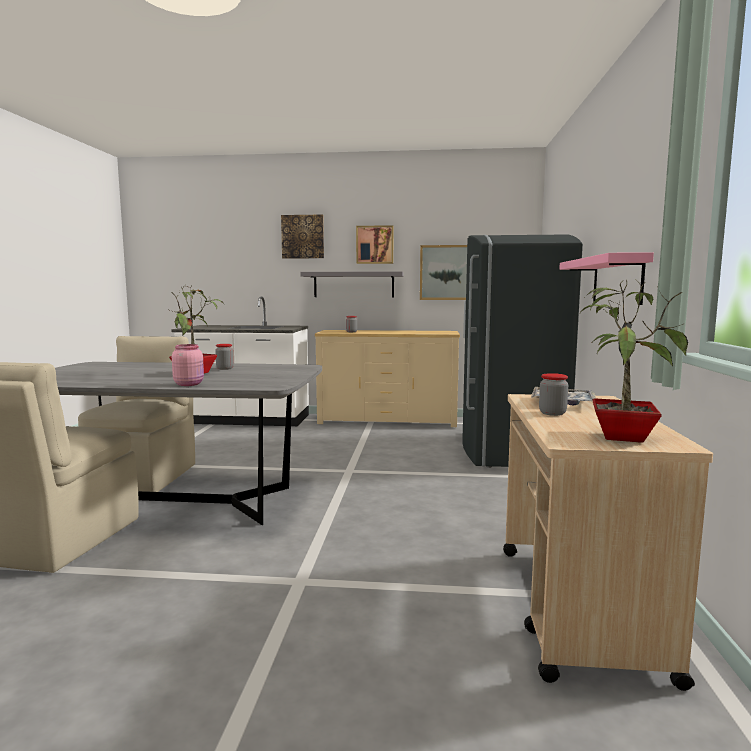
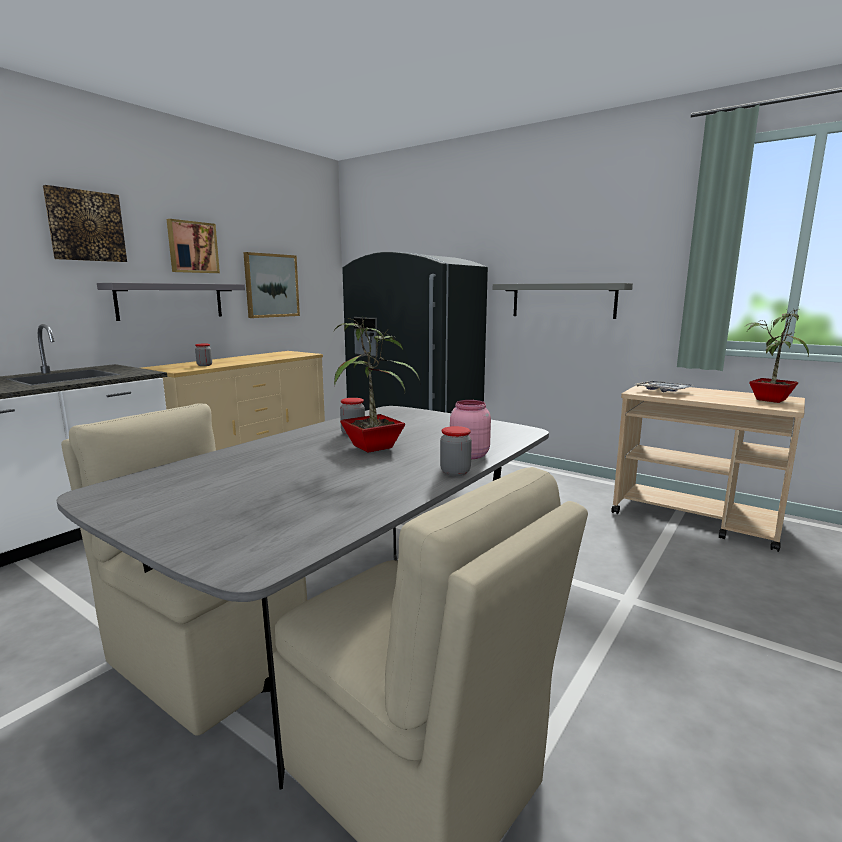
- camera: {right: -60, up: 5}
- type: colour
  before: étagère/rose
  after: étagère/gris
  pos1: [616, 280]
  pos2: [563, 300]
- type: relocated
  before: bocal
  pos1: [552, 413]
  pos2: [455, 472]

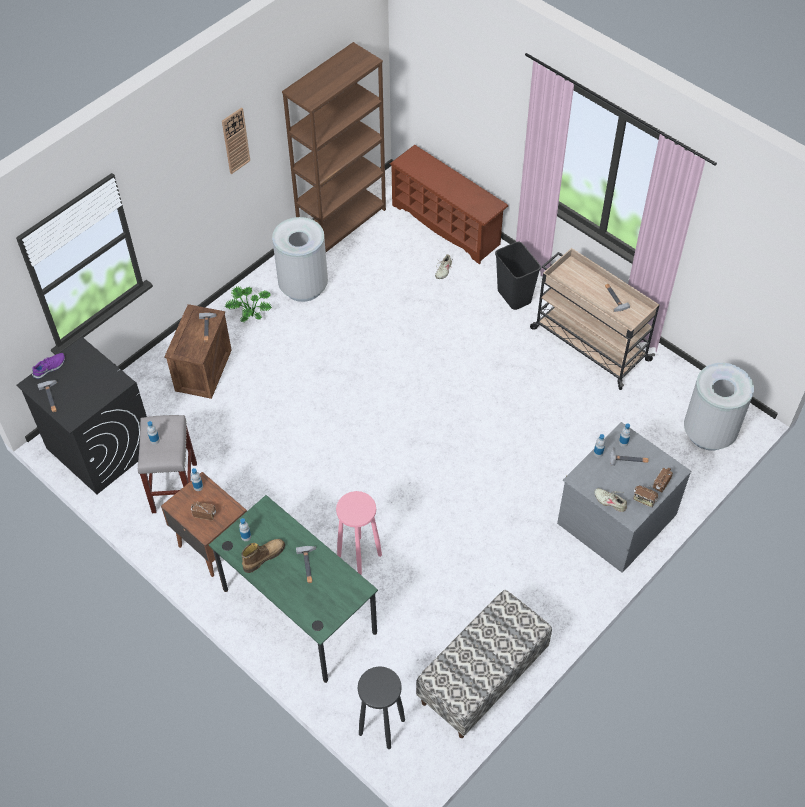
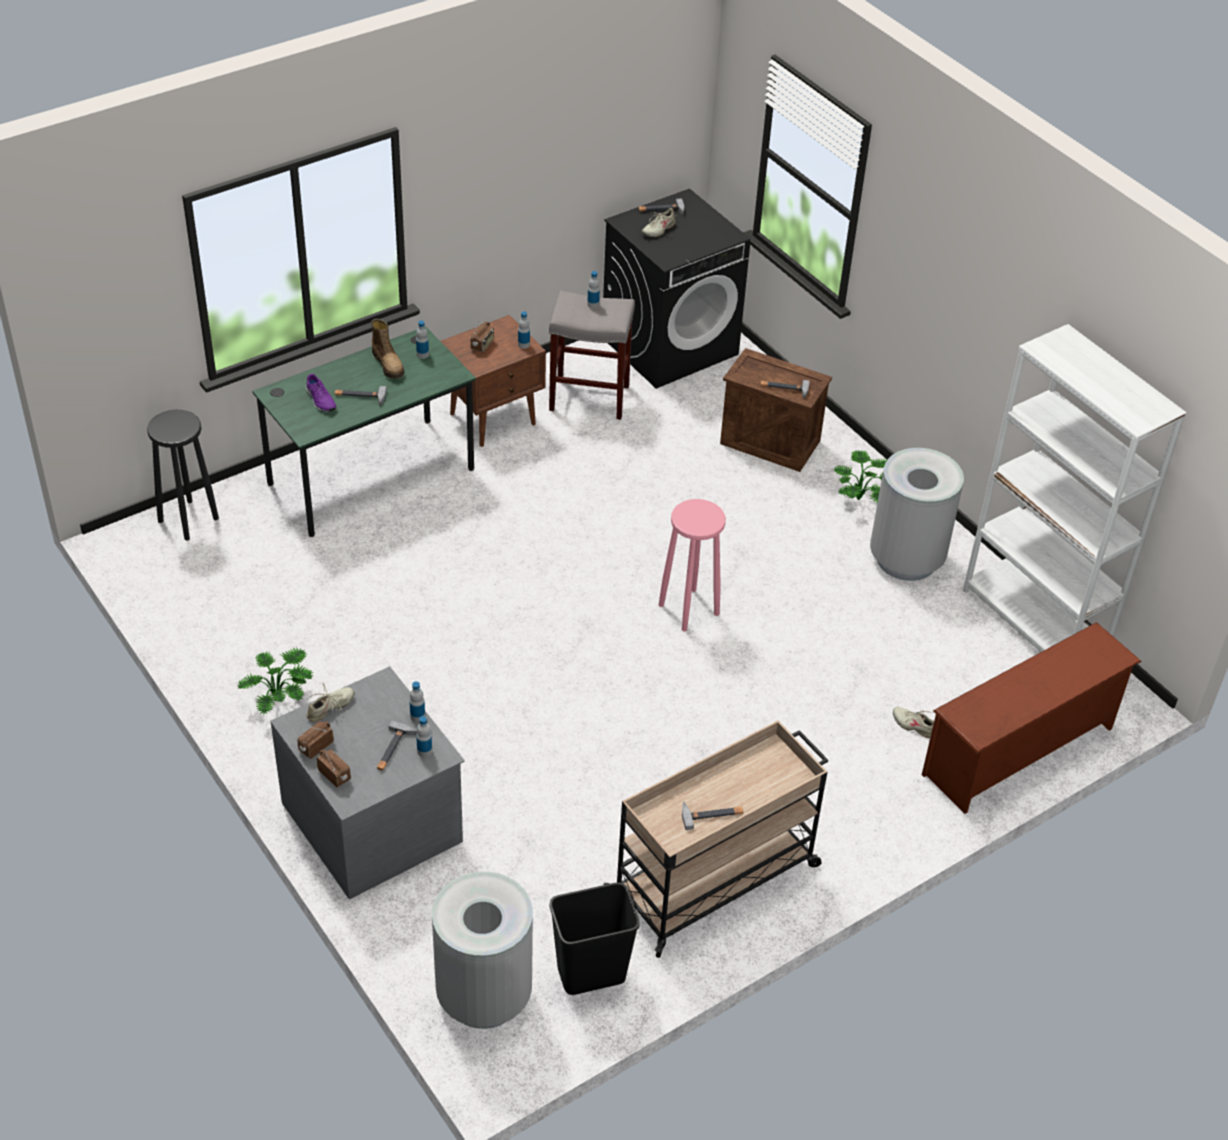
- camera: {right: 100, up: -10}
- type: colour
  before: bibliothèque/marron
  after: bibliothèque/blanc
  pos1: [342, 224]
  pos2: [1034, 623]
- type: missing
  before: horloge murale
  pos1: [235, 140]
- type: relocated
  before: poubelle/noir
  pos1: [514, 296]
  pos2: [591, 974]
- type: relocated
  before: chaussure/violet
  pos1: [50, 368]
  pos2: [320, 400]
- type: relocated
  before: tabouret/rose
  pos1: [359, 555]
  pos2: [689, 609]
- type: missing
  before: banc
  pos1: [482, 678]
- type: appeared
  after: chaussure/beige
  pos2: [658, 229]
- type: appeared
  after: plante en pot
  pos2: [280, 699]

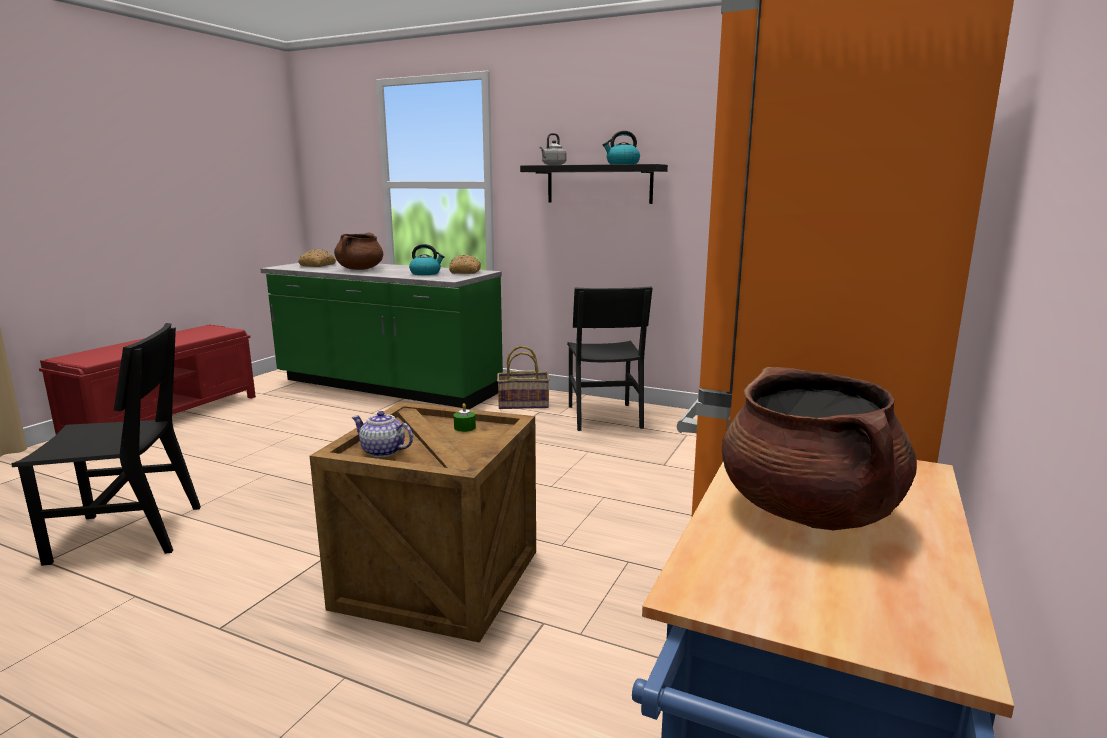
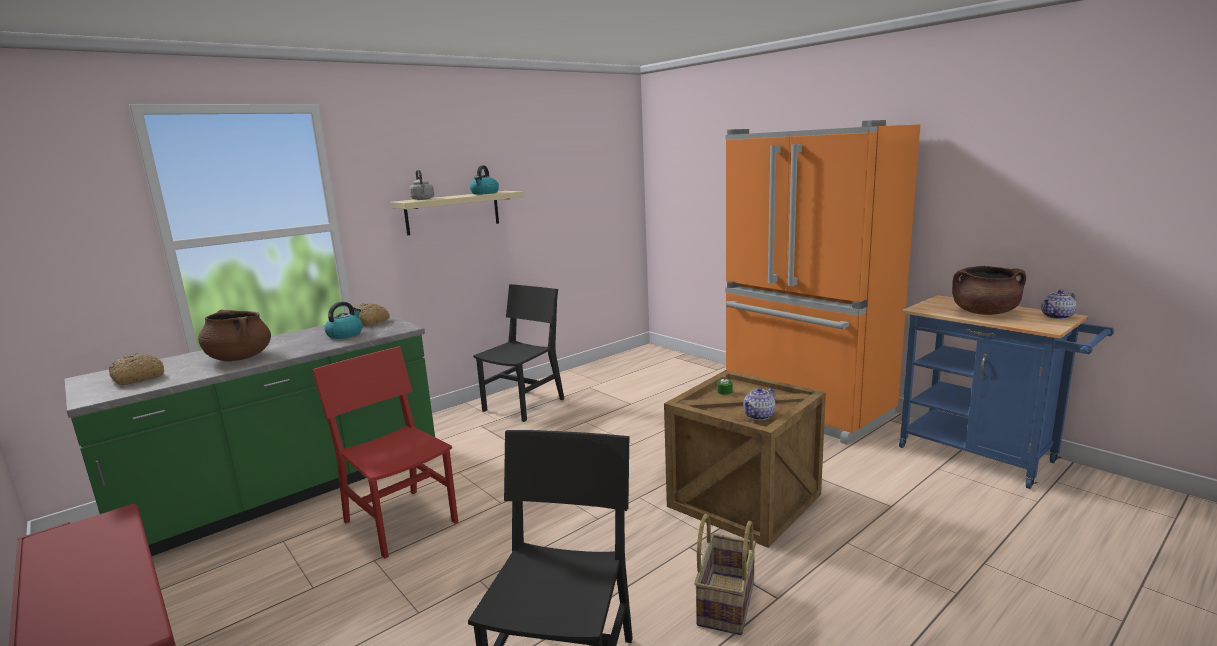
- camera: {right: -65, up: 0}
- type: colour
  before: étagère/noir
  after: étagère/beige
  pos1: [599, 184]
  pos2: [453, 212]
- type: spun
  before: chaise/noir
  pos1: [604, 416]
  pos2: [524, 405]
  turn: -75
- type: relocated
  before: panier
  pos1: [523, 404]
  pos2: [725, 602]
- type: appeared
  after: théière
  pos2: [1057, 316]
- type: appeared
  after: chaise/rouge
  pos2: [401, 521]

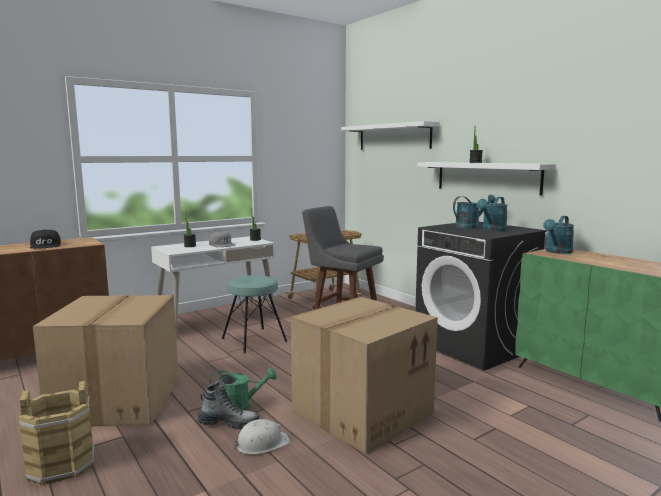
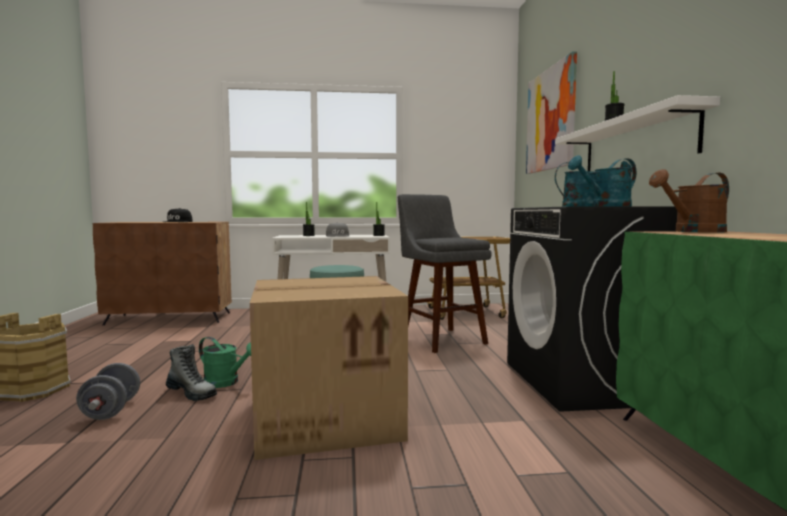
- camera: {right: 30, up: -5}
- type: exchanged
  before: étagère/blanc
  after: tableau
  pos1: [394, 137]
  pos2: [550, 119]
- type: colour
  before: arrosoir/turquoise
  after: arrosoir/marron
  pos1: [557, 252]
  pos2: [693, 231]
- type: missing
  before: carton
  pos1: [118, 401]
- type: missing
  before: casque de chantier/blanc
  pos1: [262, 443]
- type: appeared
  after: haltère/gris
  pos2: [111, 410]

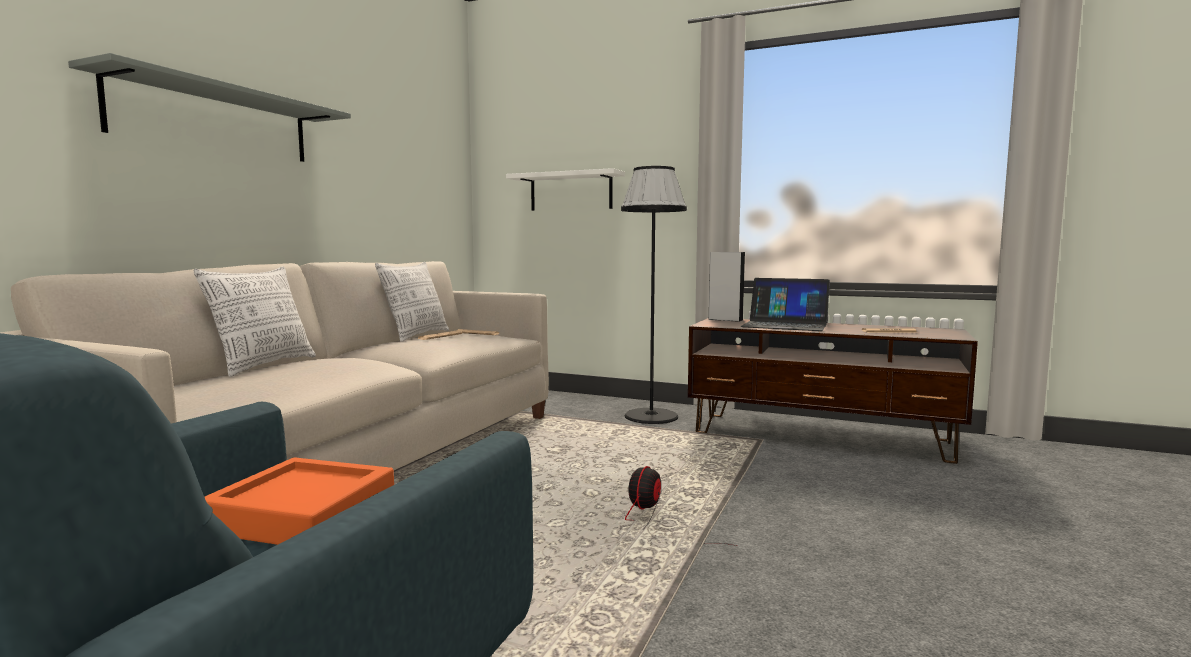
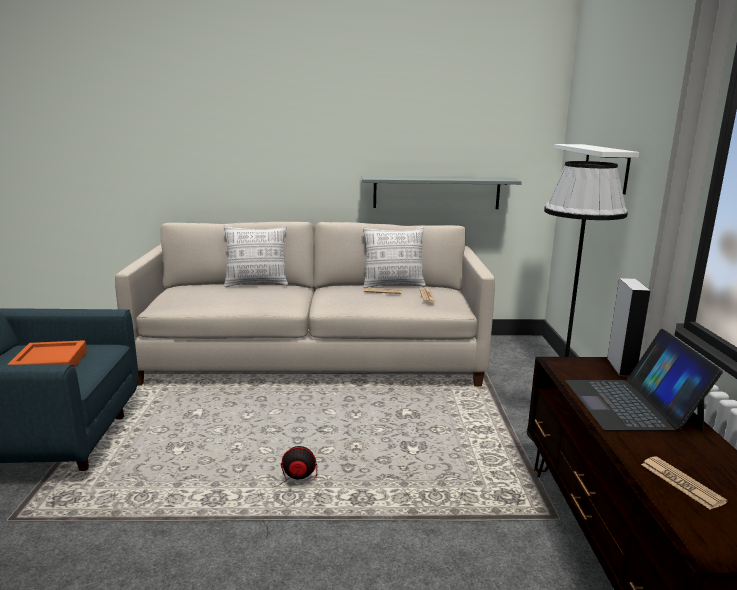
- camera: {right: 65, up: 10}
- type: relocated
  before: étagère/gris
  pos1: [215, 121]
  pos2: [436, 192]

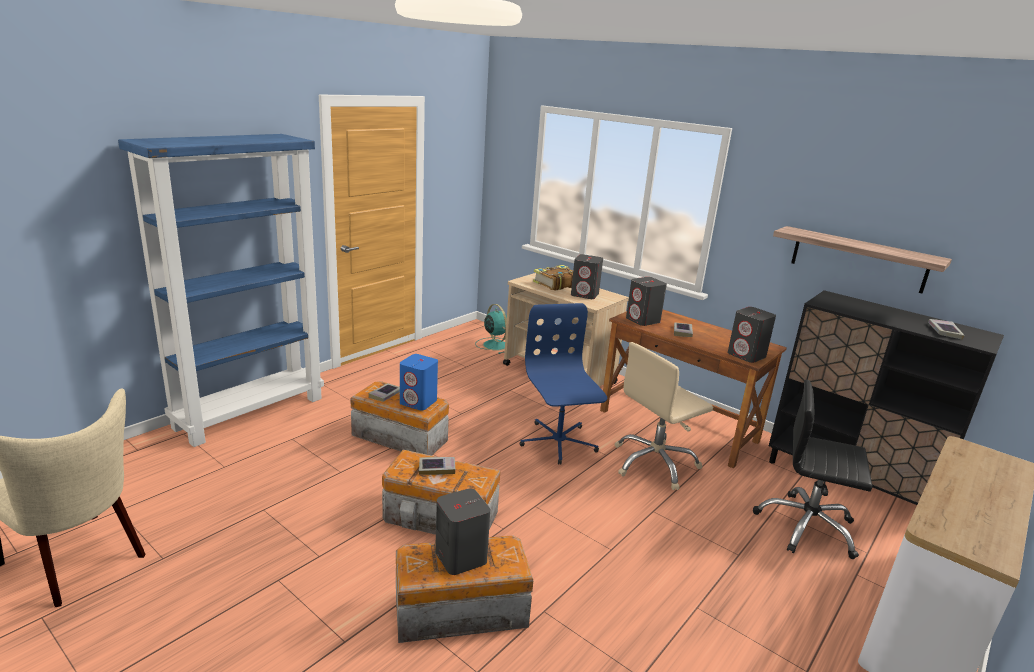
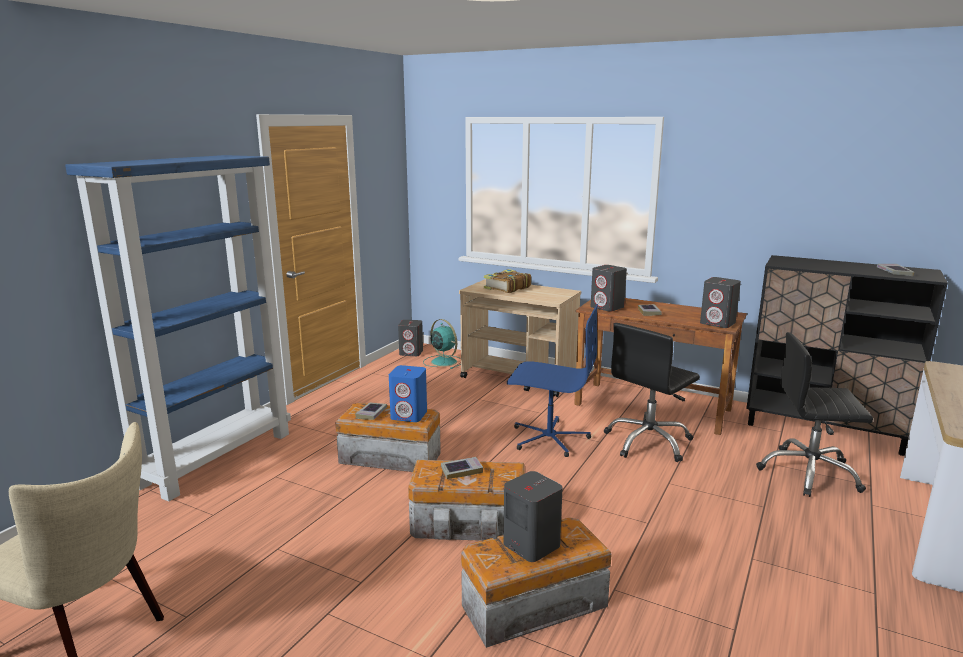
- camera: {right: -10, up: -5}
- type: missing
  before: étagère
  pos1: [858, 259]
- type: relocated
  before: enceinte/gris
  pos1: [585, 294]
  pos2: [411, 353]
- type: spun
  before: chaise de bureau/bleu
  pos1: [558, 442]
  pos2: [549, 438]
  turn: 135
- type: colour
  before: chaise de bureau/beige
  after: chaise de bureau/noir
  pos1: [654, 463]
  pos2: [648, 442]

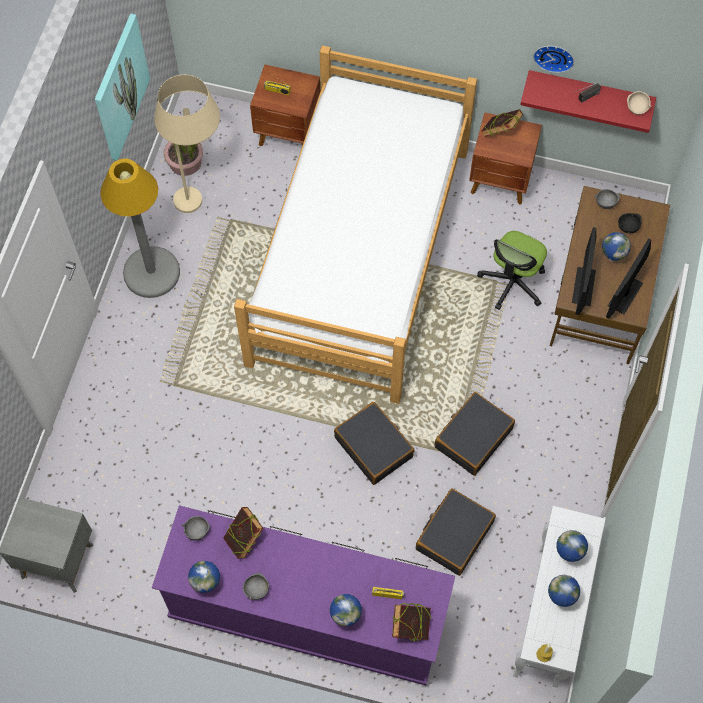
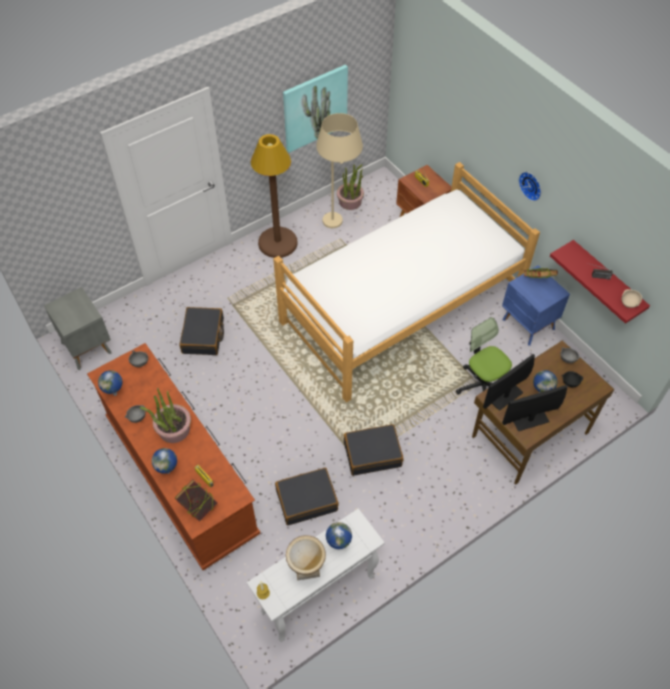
- camera: {right: 40, up: -10}
- type: relocated
  before: horloge murale
  pos1: [554, 56]
  pos2: [531, 185]
- type: colour
  before: table de chevet/marron
  after: table de chevet/bleu
  pos1: [501, 181]
  pos2: [528, 325]
- type: colour
  before: lampadaire/gris
  after: lampadaire/marron
  pos1: [151, 272]
  pos2: [278, 243]
- type: spun
  before: chaise de bureau
  pos1: [512, 283]
  pos2: [481, 385]
  turn: 75
- type: relocated
  before: valise/noir
  pos1: [374, 447]
  pos2: [203, 336]
- type: colour
  before: commode/violet
  after: commode/marron
  pos1: [307, 612]
  pos2: [181, 475]
- type: missing
  before: livre
  pos1: [244, 539]
- type: exchanged
  before: globe
  after: vase
  pos1: [560, 599]
  pos2: [306, 568]
- type: appeared
  after: plante en pot
  pos2: [174, 429]

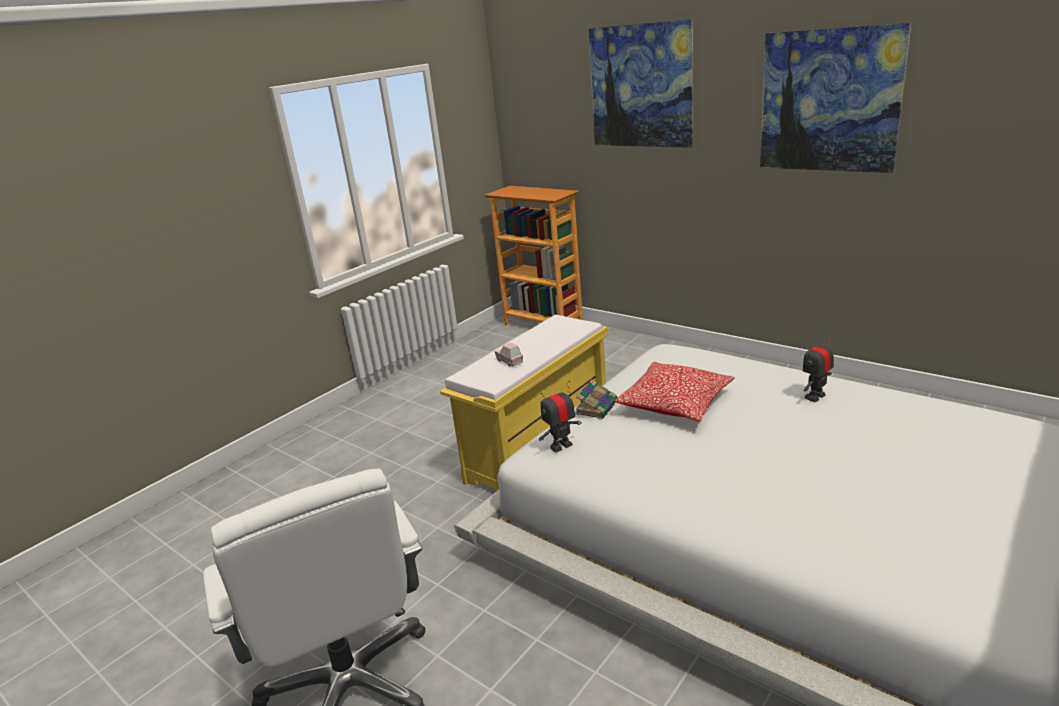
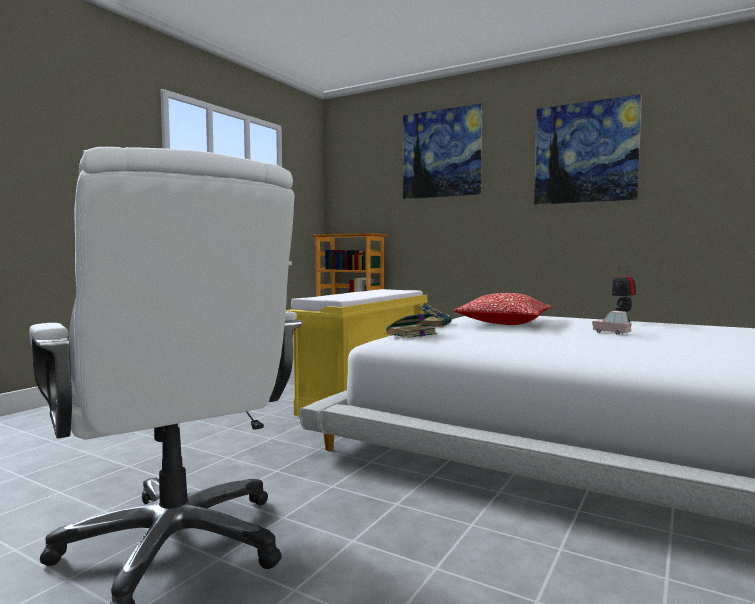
- camera: {right: -10, up: -20}
- type: relocated
  before: petite voiture/rose
  pos1: [509, 361]
  pos2: [611, 332]
- type: exchanged
  before: robot jouet
  after: livre
  pos1: [561, 446]
  pos2: [410, 334]

